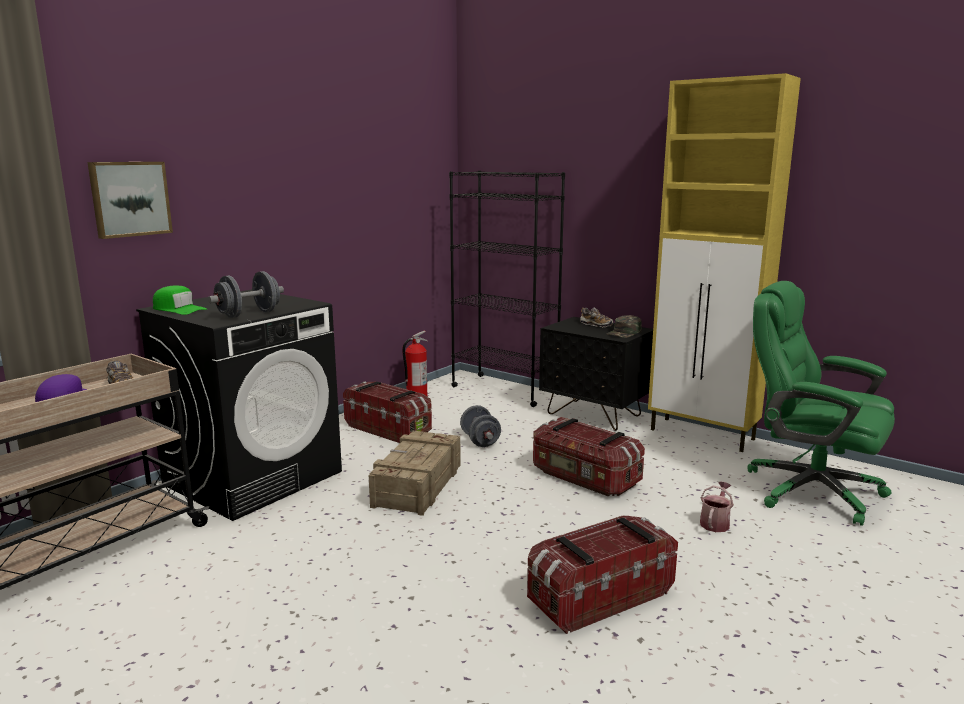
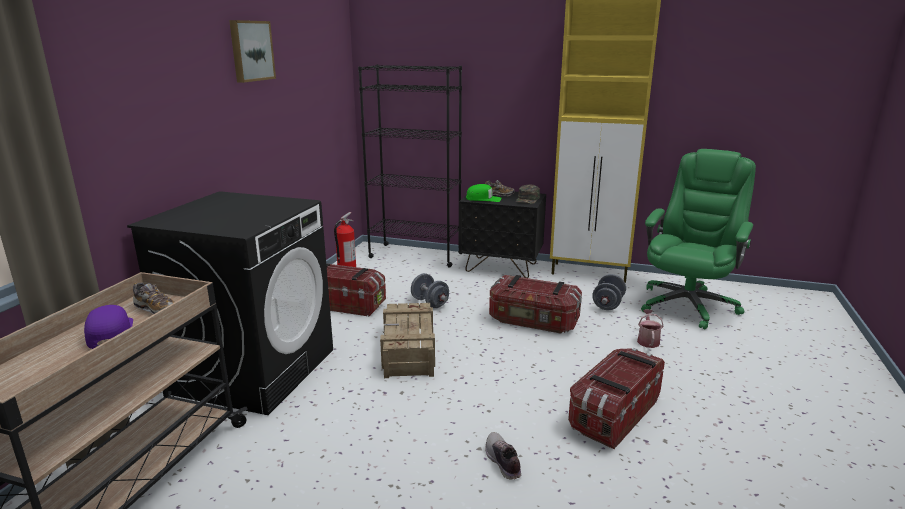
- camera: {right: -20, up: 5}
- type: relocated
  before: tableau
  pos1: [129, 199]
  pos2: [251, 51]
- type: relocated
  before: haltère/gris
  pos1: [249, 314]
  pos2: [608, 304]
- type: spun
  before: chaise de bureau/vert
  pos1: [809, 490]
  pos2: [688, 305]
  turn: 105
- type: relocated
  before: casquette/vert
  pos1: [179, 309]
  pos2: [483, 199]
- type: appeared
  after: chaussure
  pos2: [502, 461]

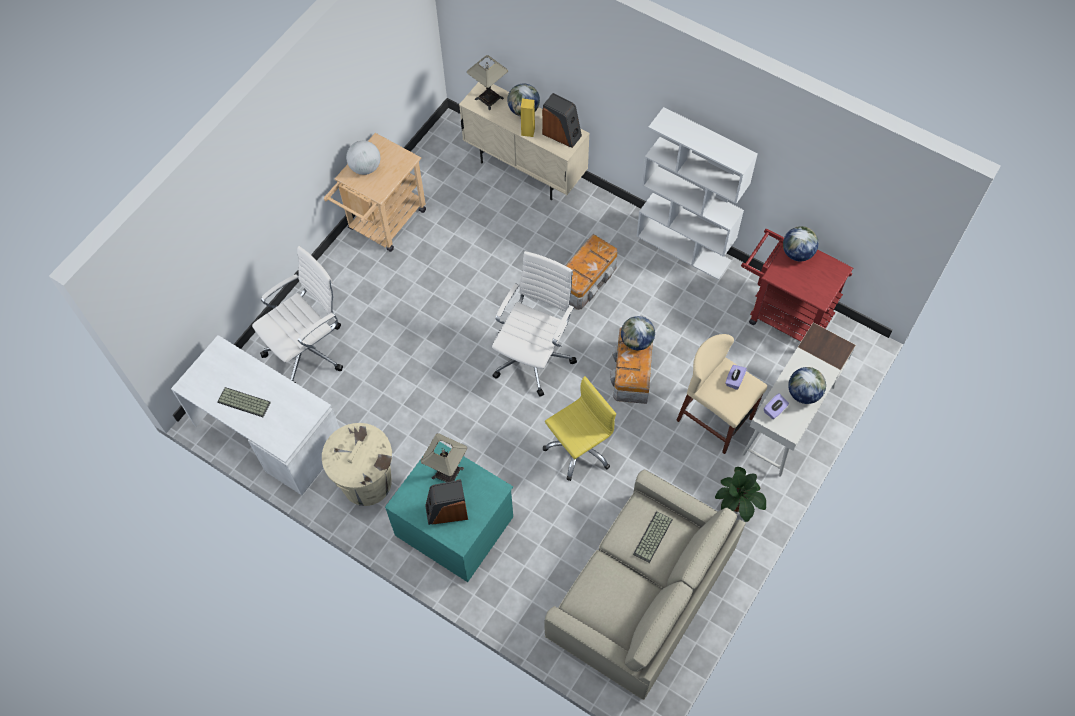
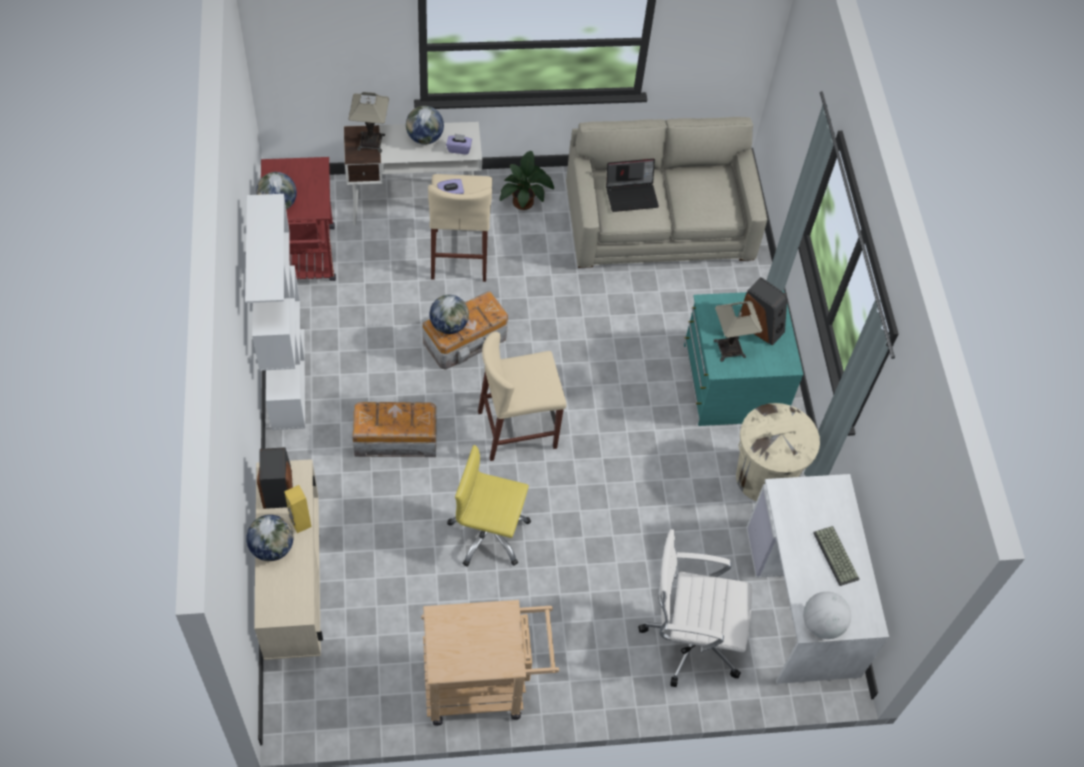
- camera: {right: -135, up: -5}
- type: relocated
  before: lampe de table
  pos1: [489, 98]
  pos2: [371, 142]
- type: relocated
  before: globe
  pos1: [365, 167]
  pos2: [821, 624]
- type: exchanged
  before: chaise de bureau/blanc
  after: tabouret/beige
  pos1: [534, 355]
  pos2: [517, 430]
- type: relocated
  before: chaise de bureau/jaune
  pos1: [579, 448]
  pos2: [488, 534]
- type: exchanged
  before: clavier
  after: ordinateur portable
  pos1: [653, 537]
  pos2: [632, 195]

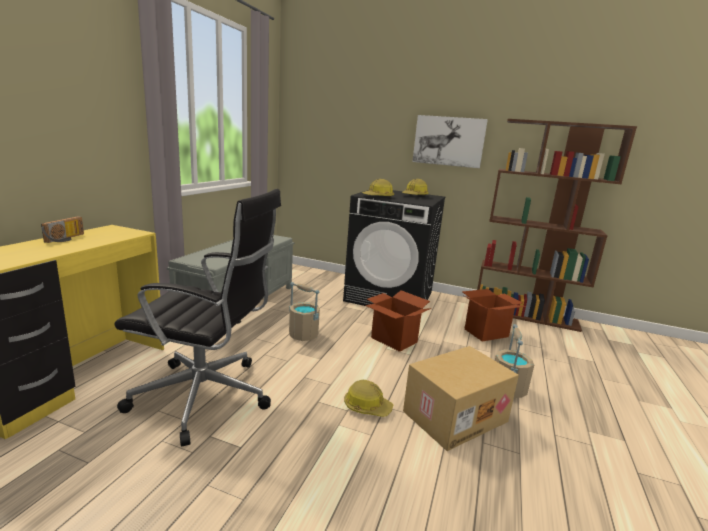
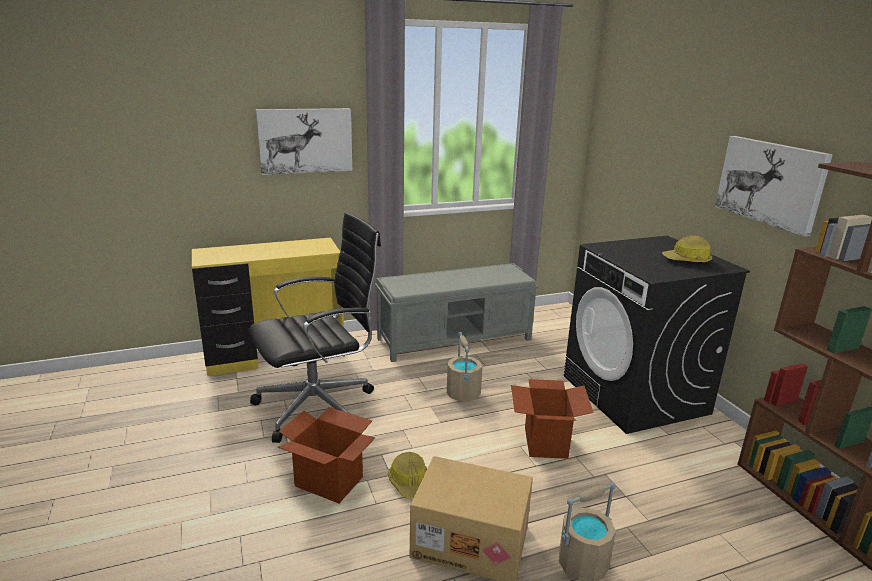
- camera: {right: 50, up: 5}
- type: missing
  before: casque de chantier
  pos1: [378, 197]
- type: spun
  before: chaise de bureau/noir
  pos1: [206, 397]
  pos2: [319, 406]
  turn: -90
- type: missing
  before: radio
  pos1: [67, 239]
- type: relocated
  before: carton
  pos1: [486, 333]
  pos2: [329, 482]
- type: appeared
  after: tableau
  pos2: [305, 140]

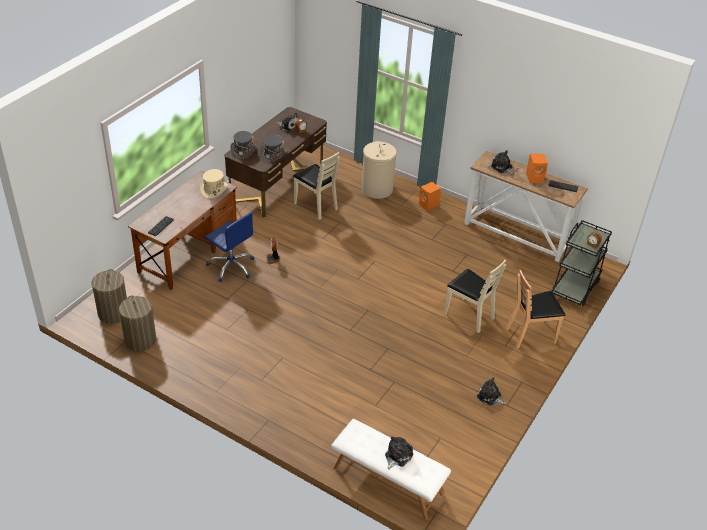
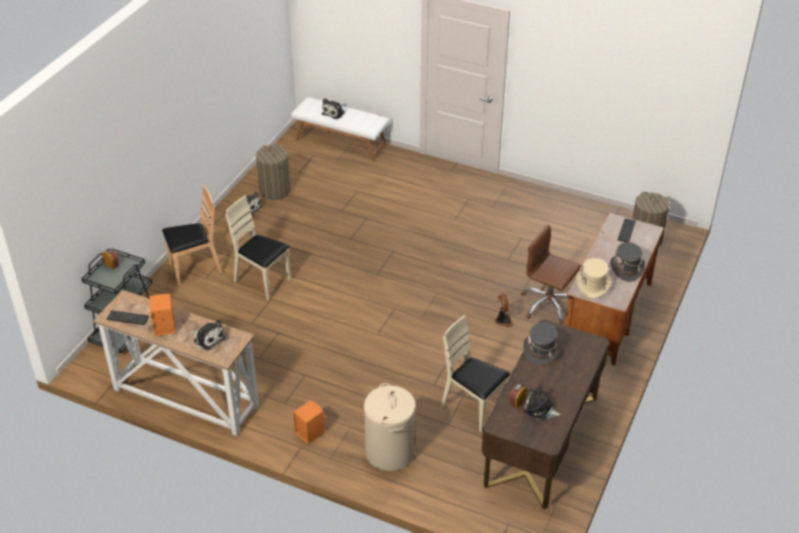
- camera: {right: 175, up: 0}
- type: relocated
  before: chapeau/gris
  pos1: [243, 150]
  pos2: [626, 268]
- type: colour
  before: chaise de bureau/bleu
  after: chaise de bureau/marron
  pos1: [231, 266]
  pos2: [548, 305]
- type: relocated
  before: panier à linge
  pos1: [140, 340]
  pos2: [275, 191]

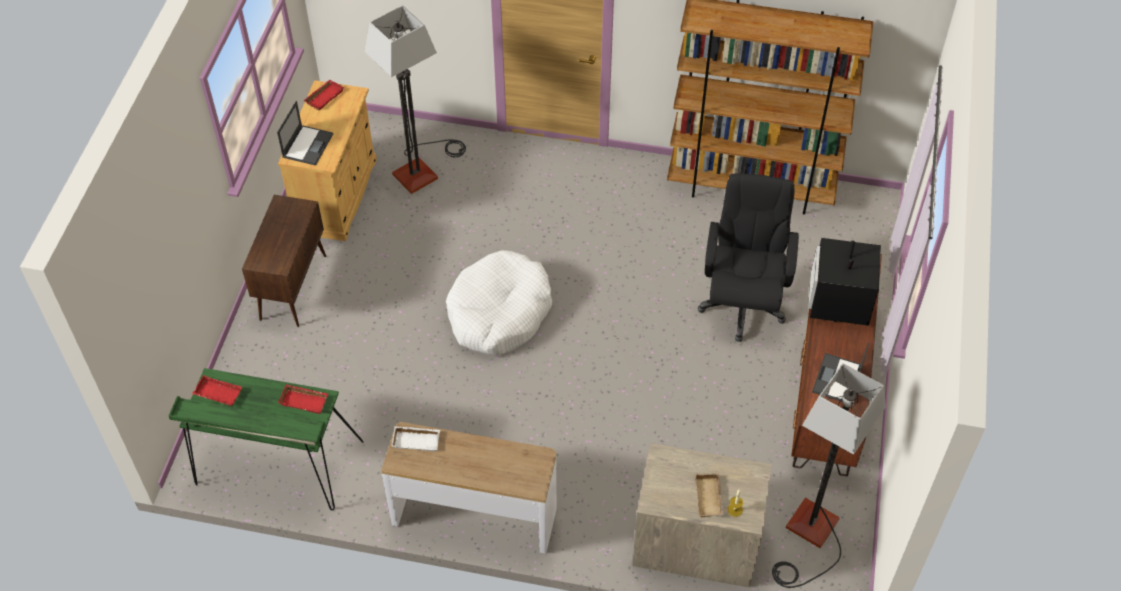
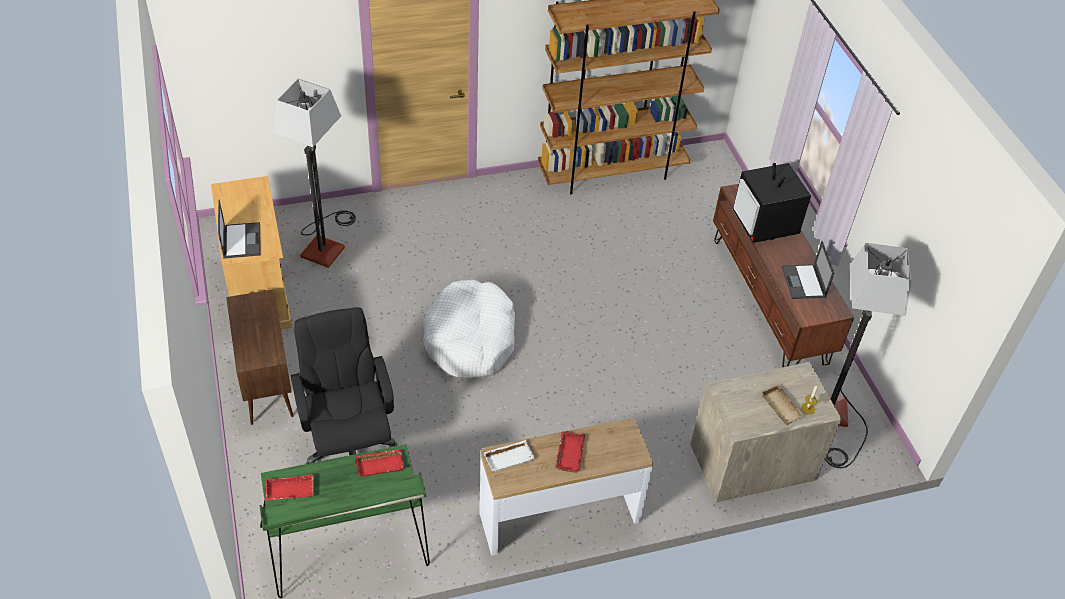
- camera: {right: -30, up: -5}
- type: relocated
  before: plateau/rouge
  pos1: [324, 96]
  pos2: [568, 453]
- type: relocated
  before: chaise de bureau/noir
  pos1: [742, 304]
  pos2: [349, 444]

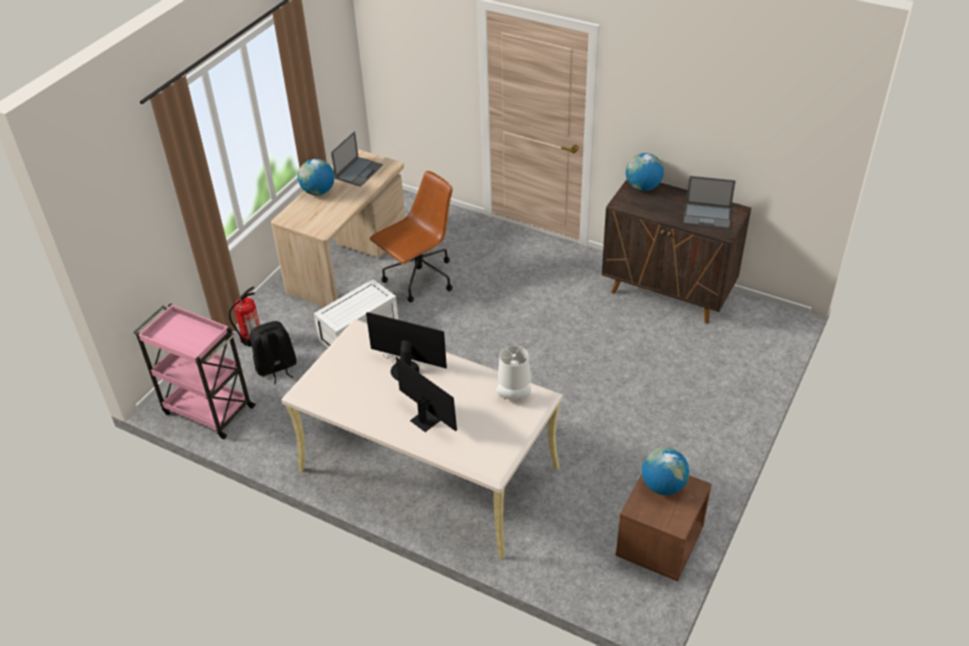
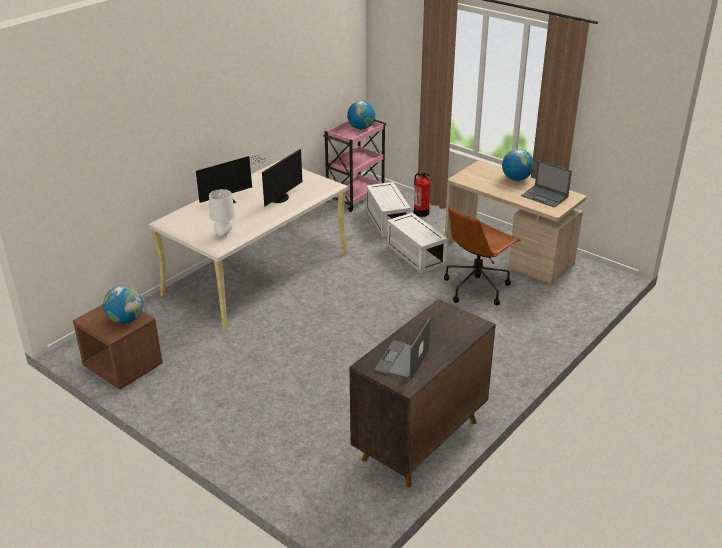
- camera: {right: 100, up: -10}
- type: relocated
  before: globe
  pos1: [643, 187]
  pos2: [361, 128]
- type: spun
  before: chaise de bureau/marron
  pos1: [419, 279]
  pos2: [477, 287]
  turn: 75
- type: exchanged
  before: sac à dos/noir
  after: boîte de rangement/blanc
  pos1: [276, 368]
  pos2: [386, 221]

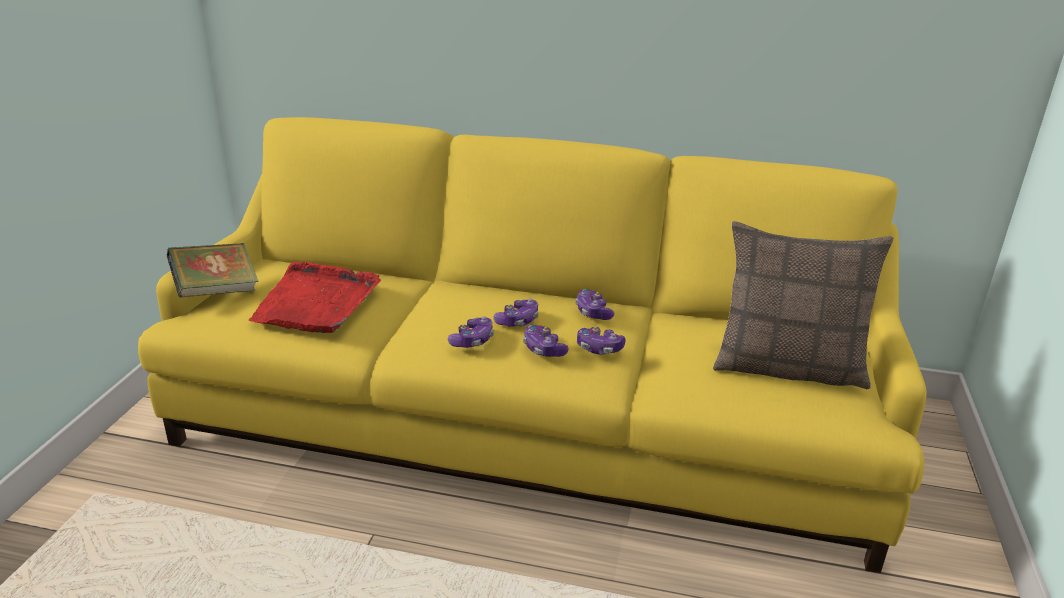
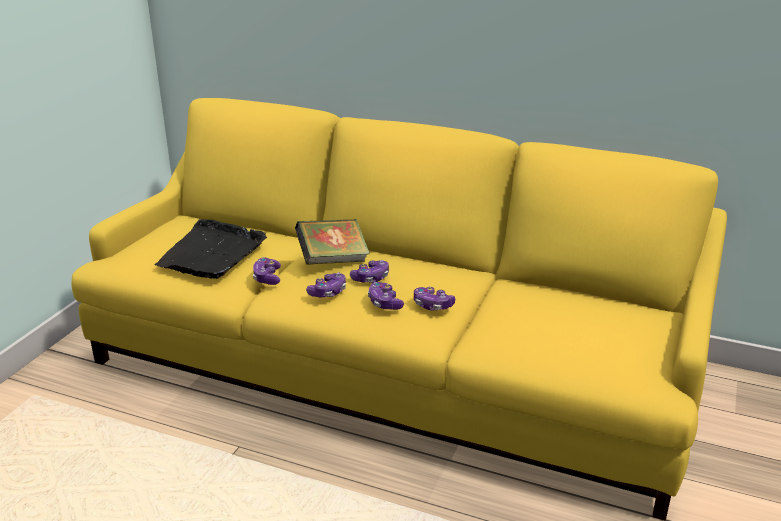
- camera: {right: 10, up: 0}
- type: missing
  before: coussin
  pos1: [788, 367]
- type: relocated
  before: livre
  pos1: [216, 291]
  pos2: [333, 260]
- type: colour
  before: plateau/rouge
  after: plateau/noir
  pos1: [317, 302]
  pos2: [212, 253]
- type: relocated
  before: manette
  pos1: [593, 312]
  pos2: [267, 278]

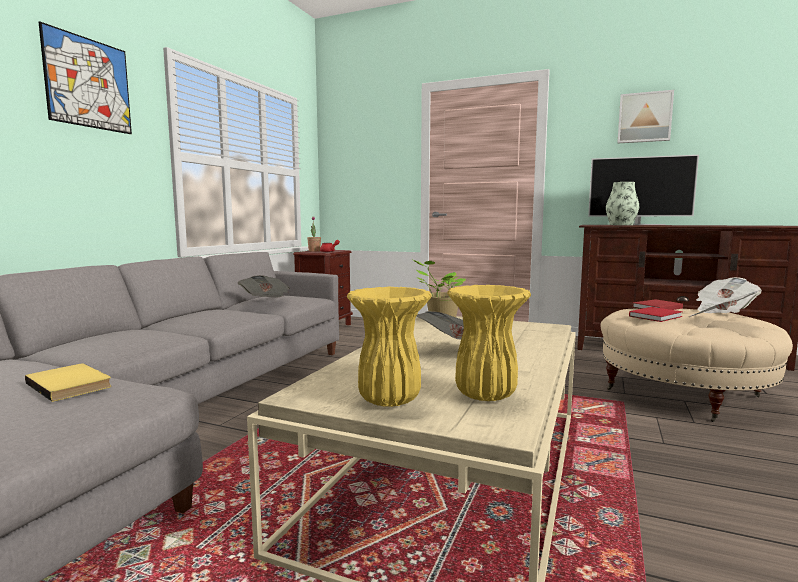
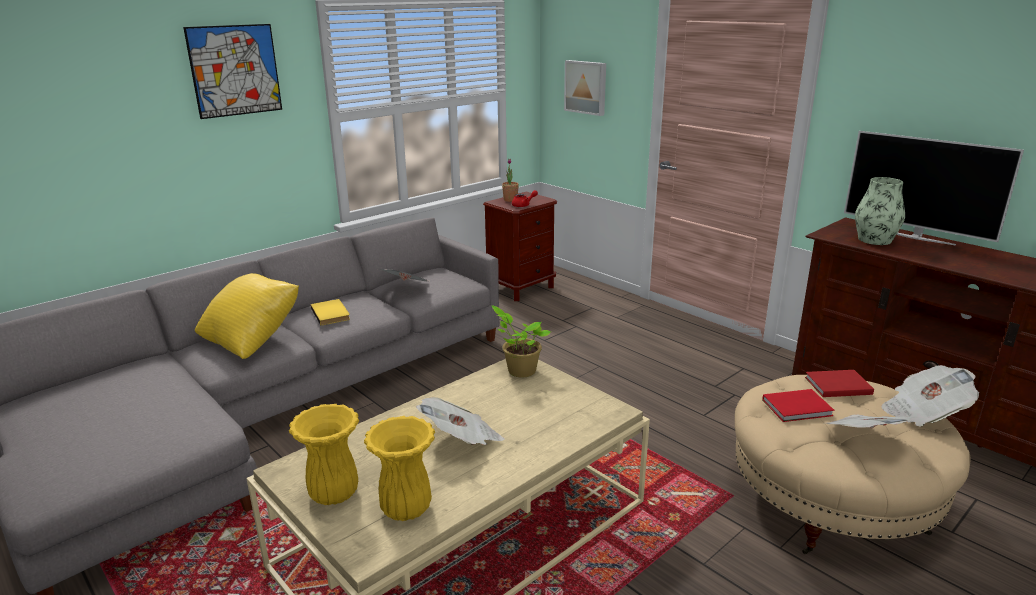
- camera: {right: 25, up: 15}
- type: relocated
  before: tableau
  pos1: [644, 117]
  pos2: [586, 87]
- type: relocated
  before: livre/jaune
  pos1: [72, 384]
  pos2: [332, 313]
- type: appeared
  after: coussin/jaune
  pos2: [252, 340]

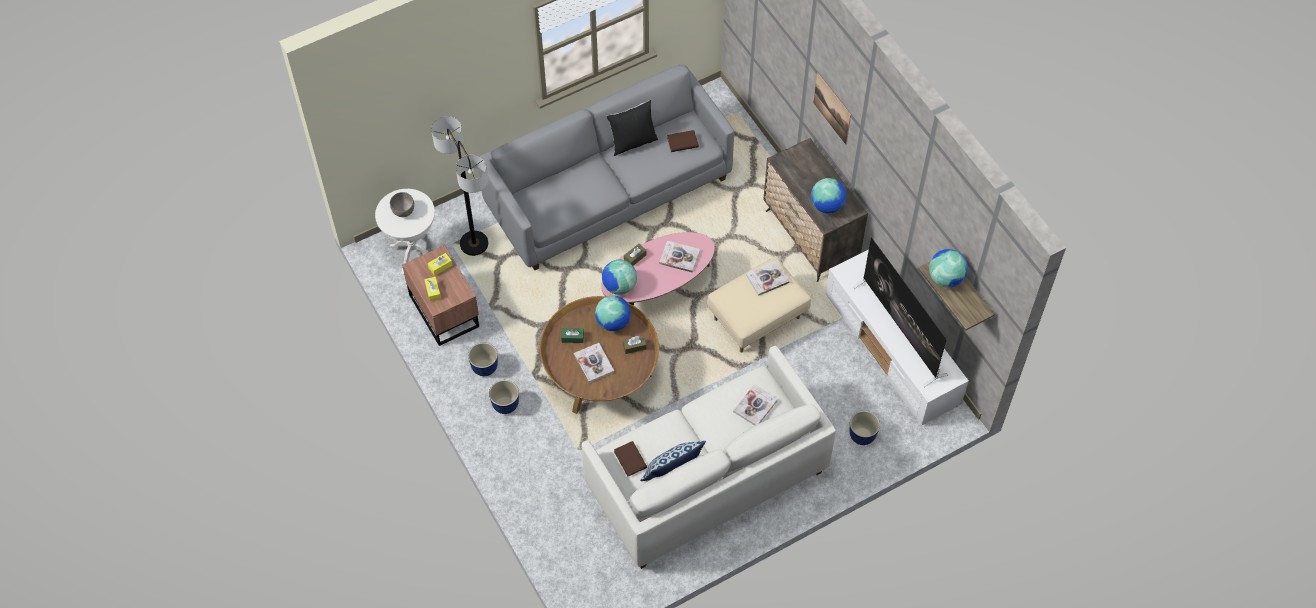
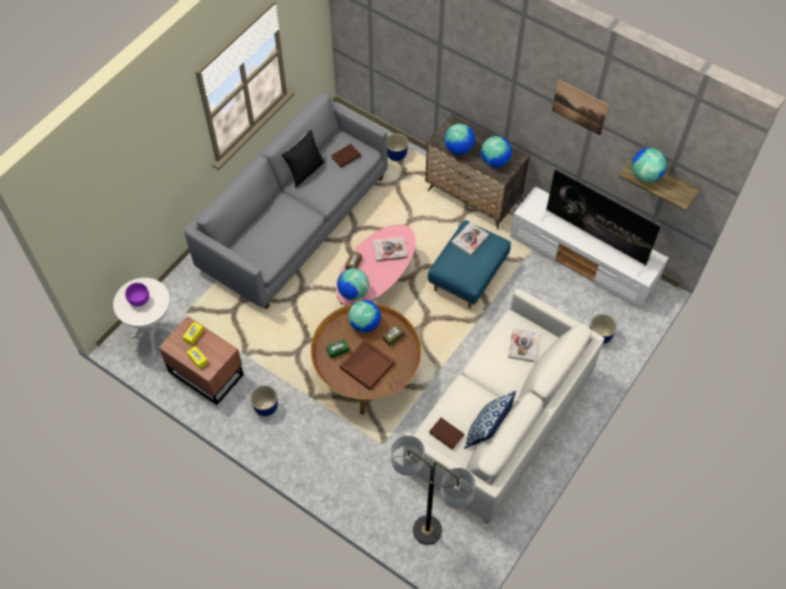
- camera: {right: -25, up: 0}
- type: relocated
  before: tableau
  pos1: [832, 108]
  pos2: [579, 107]
- type: relocated
  before: lampadaire
  pos1: [474, 244]
  pos2: [427, 530]
- type: colour
  before: bol/gris
  after: bol/violet
  pos1: [403, 211]
  pos2: [139, 300]
- type: colour
  before: pouf/beige
  after: pouf/bleu
  pos1: [757, 319]
  pos2: [468, 277]
- type: exchanged
  before: livre
  after: plateau/marron
  pos1: [594, 363]
  pos2: [367, 365]
- type: relocated
  before: cache-pot
  pos1: [506, 405]
  pos2: [396, 155]
- type: appeared
  after: globe
  pos2: [459, 149]

